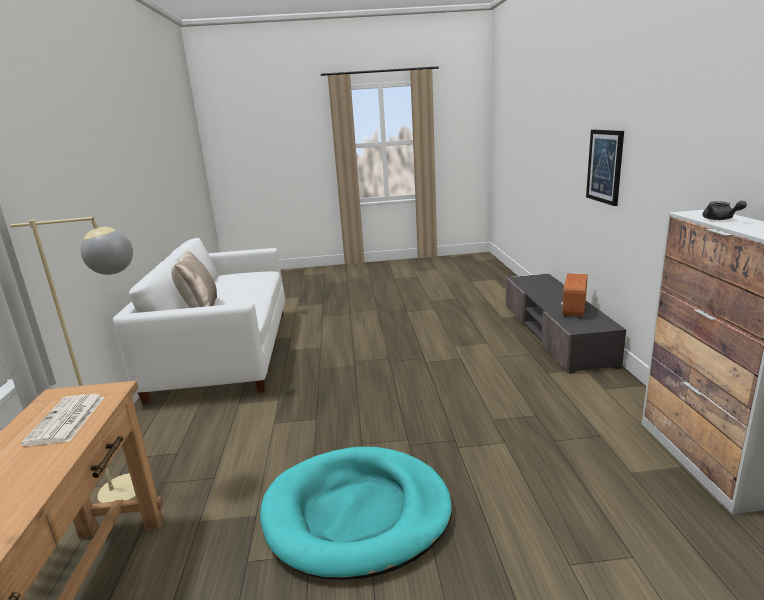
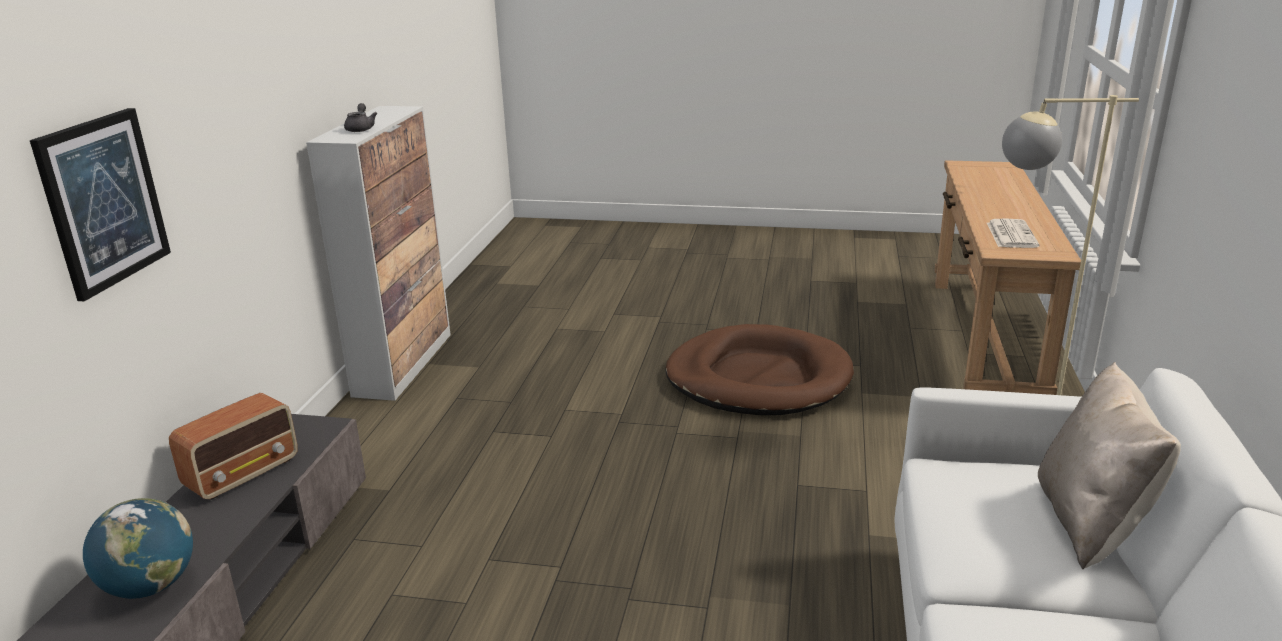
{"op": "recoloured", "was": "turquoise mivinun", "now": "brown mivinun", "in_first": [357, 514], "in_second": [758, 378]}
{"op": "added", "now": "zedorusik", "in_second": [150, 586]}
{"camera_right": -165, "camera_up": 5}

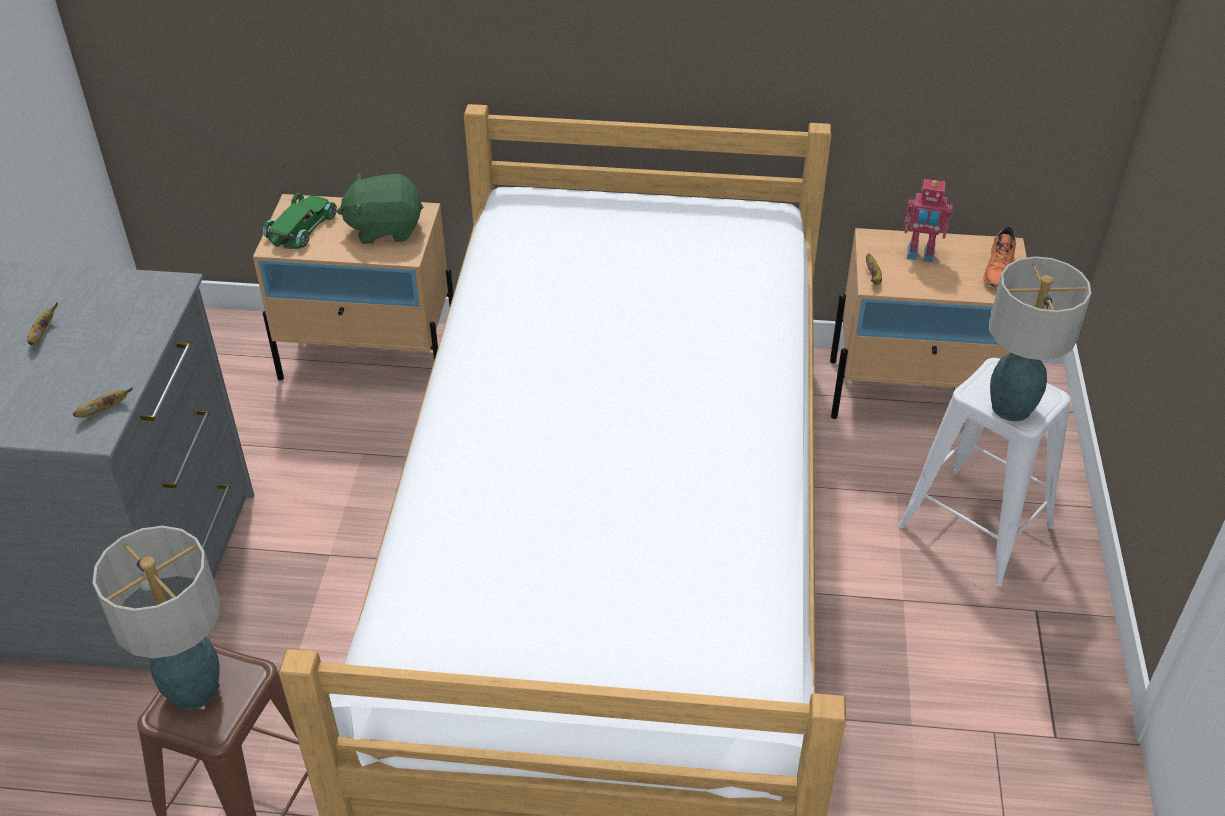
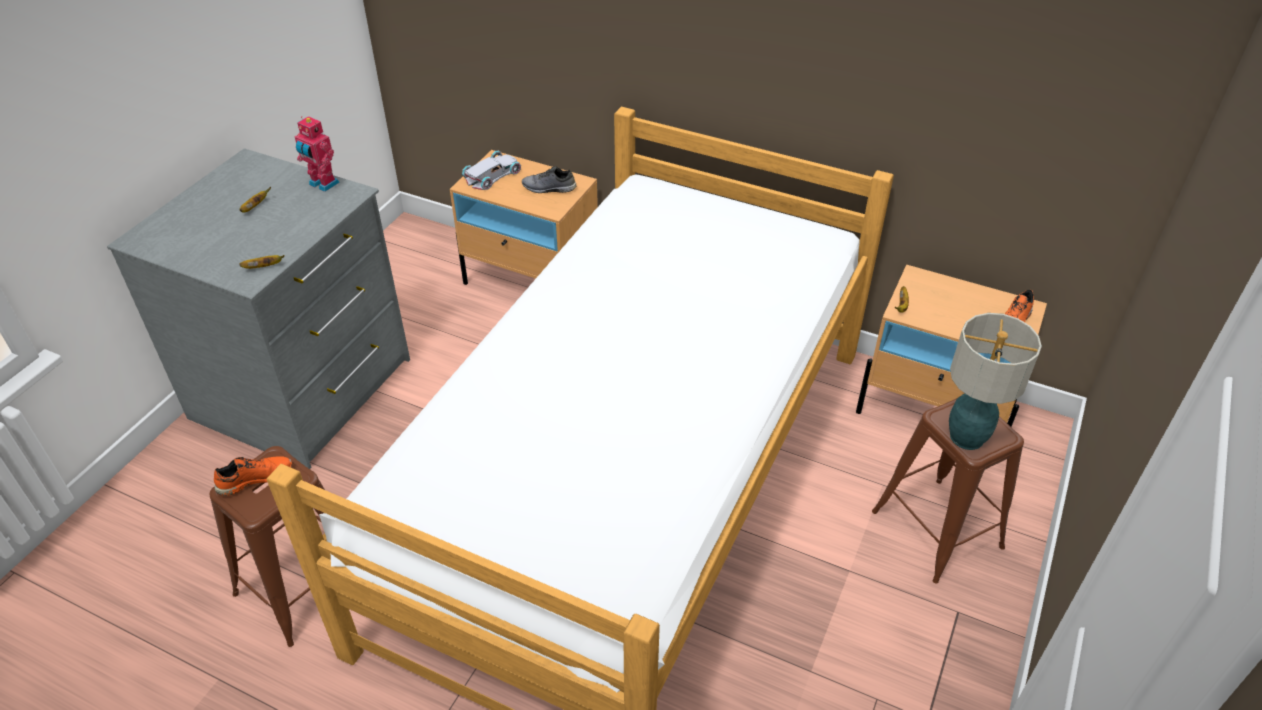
{"op": "replaced", "was": "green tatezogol", "now": "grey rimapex", "in_first": [385, 228], "in_second": [548, 188]}
{"op": "moved", "was": "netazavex", "in_first": [920, 255], "in_second": [322, 184]}
{"op": "recoloured", "was": "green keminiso", "now": "white keminiso", "in_first": [303, 226], "in_second": [493, 175]}
{"op": "recoloured", "was": "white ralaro", "now": "brown ralaro", "in_first": [974, 525], "in_second": [936, 528]}
{"op": "replaced", "was": "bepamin", "now": "orange rimapex", "in_first": [192, 690], "in_second": [255, 478]}
{"camera_right": 20, "camera_up": 0}

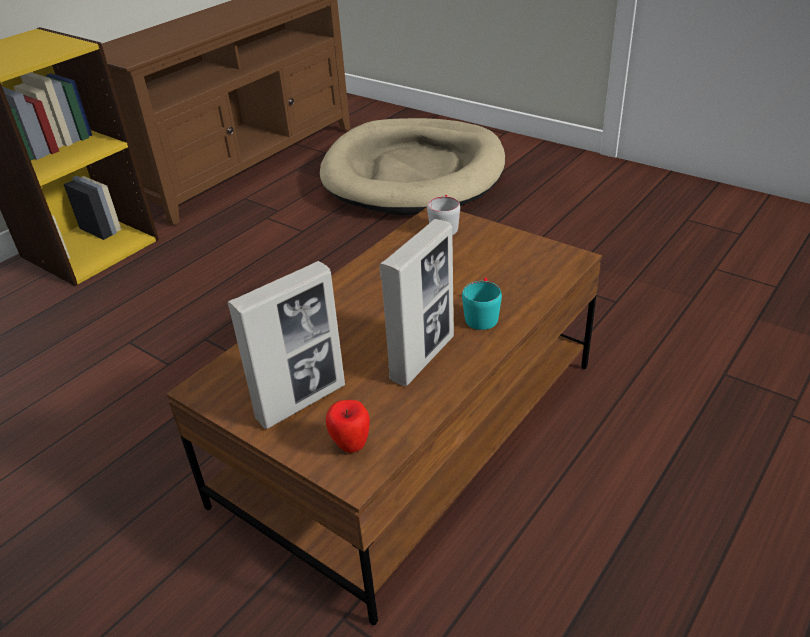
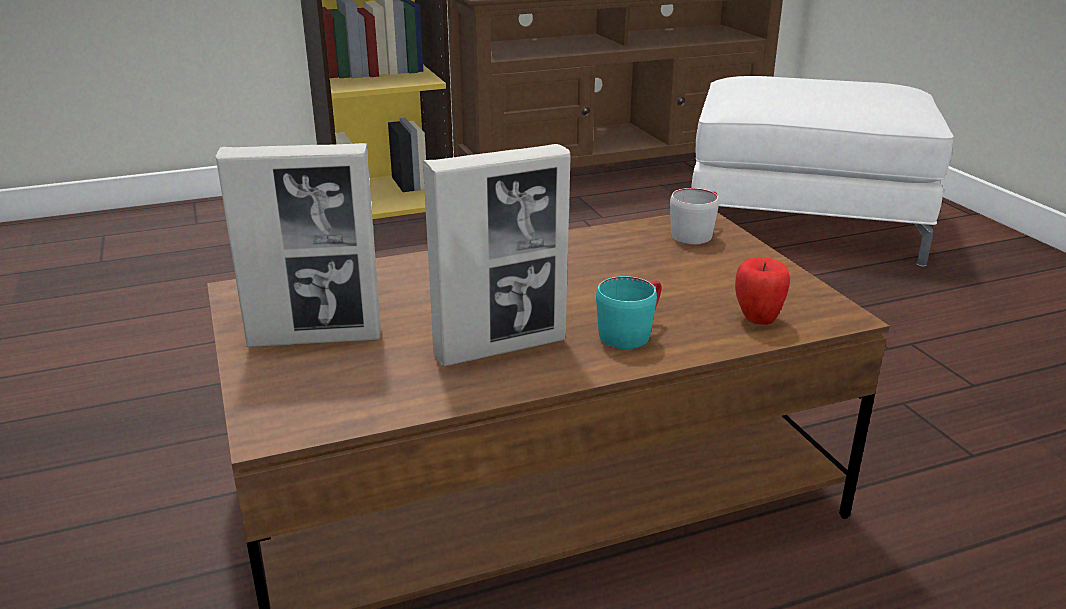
{"op": "replaced", "was": "beige mivinun", "now": "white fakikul", "in_first": [414, 173], "in_second": [803, 224]}
{"op": "moved", "was": "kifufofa", "in_first": [351, 446], "in_second": [757, 320]}
{"camera_right": 30, "camera_up": -10}

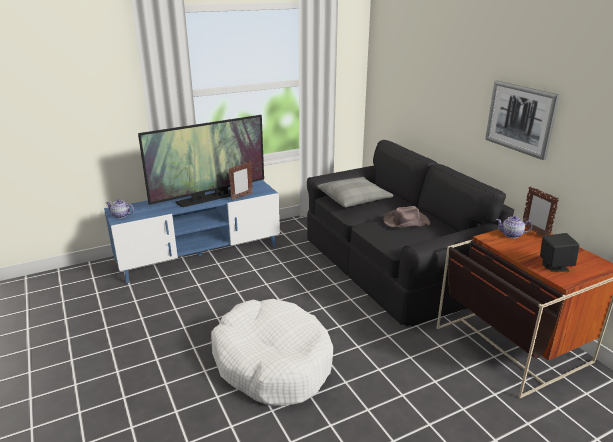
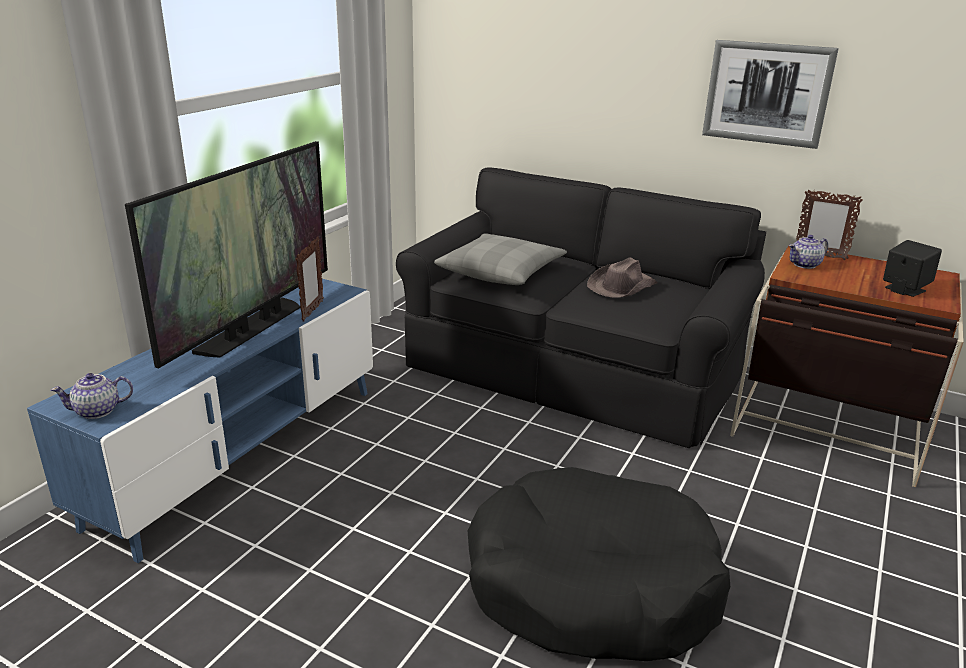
{"op": "recoloured", "was": "white mivinun", "now": "black mivinun", "in_first": [272, 362], "in_second": [591, 585]}
{"camera_right": -35, "camera_up": 0}

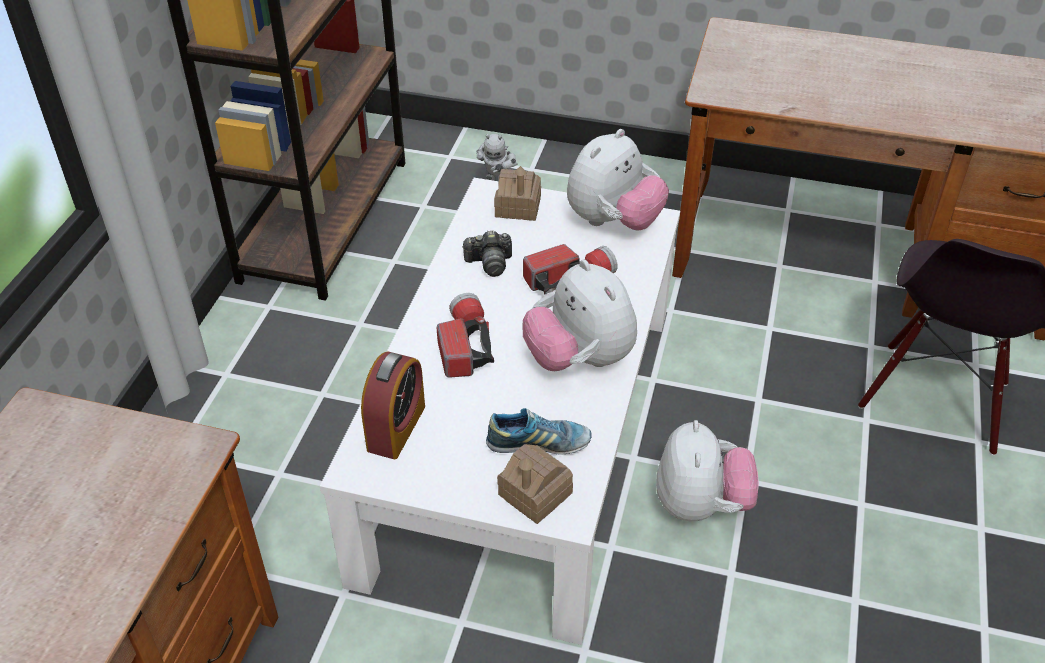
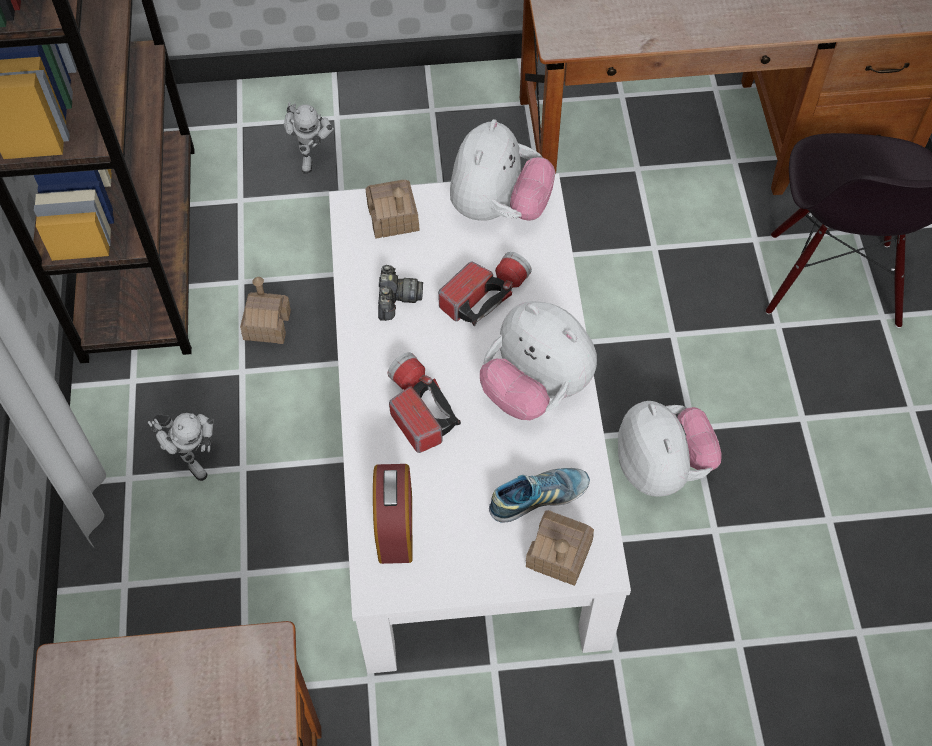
{"op": "turned", "was": "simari", "in_first": [489, 263], "in_second": [396, 299], "clockwise": -60}
{"op": "added", "now": "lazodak", "in_second": [267, 325]}
{"op": "added", "now": "netazavex", "in_second": [191, 456]}
{"camera_right": -20, "camera_up": 15}

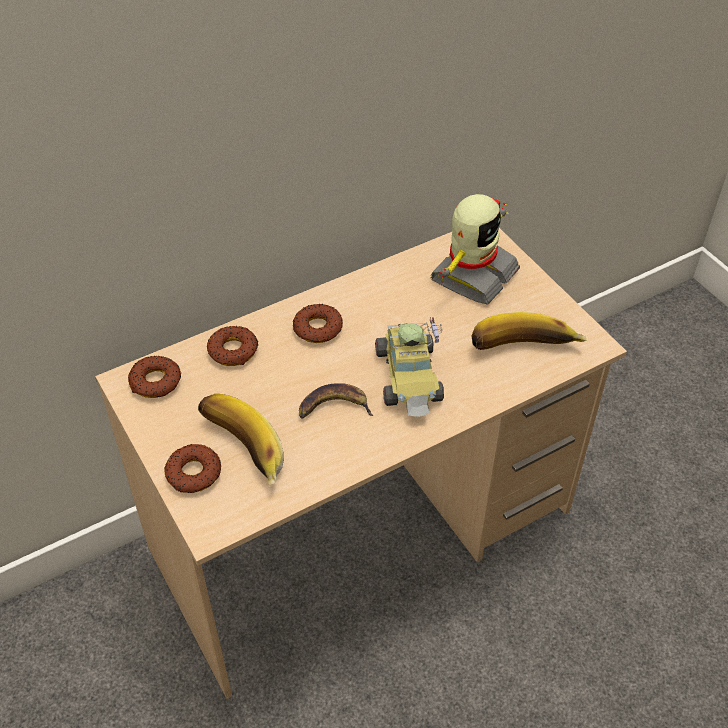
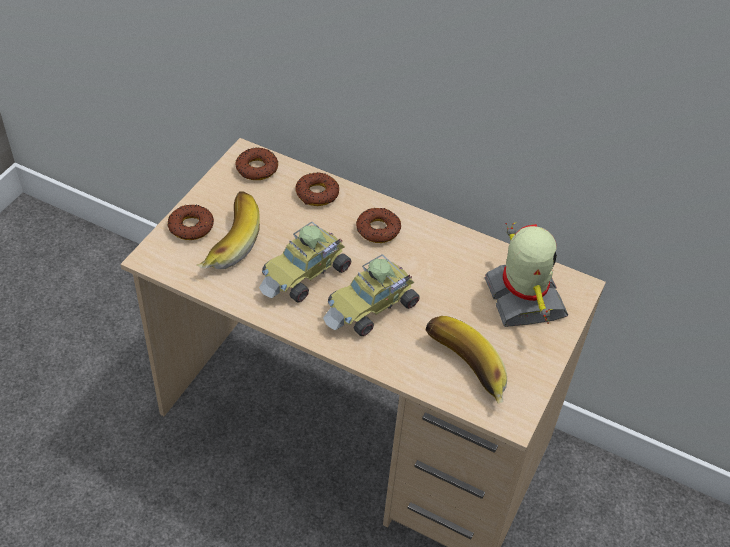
{"op": "turned", "was": "netazavex", "in_first": [472, 275], "in_second": [522, 299], "clockwise": -105}
{"op": "replaced", "was": "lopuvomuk", "now": "keminiso", "in_first": [333, 407], "in_second": [306, 274]}
{"camera_right": 55, "camera_up": 0}

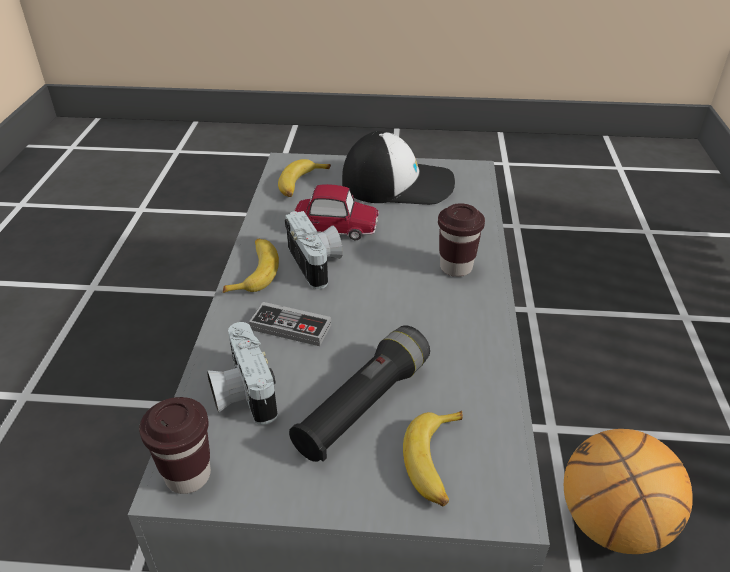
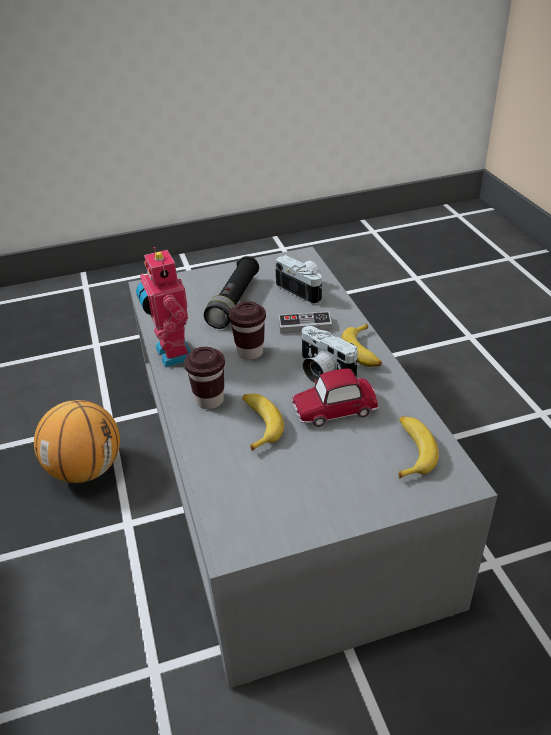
{"op": "removed", "was": "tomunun", "in_first": [398, 183]}
{"op": "moved", "was": "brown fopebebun", "in_first": [188, 475], "in_second": [250, 352]}
{"op": "moved", "was": "lopuvomuk", "in_first": [436, 463], "in_second": [258, 424]}
{"op": "added", "now": "netazavex", "in_second": [172, 354]}
{"camera_right": 160, "camera_up": 0}

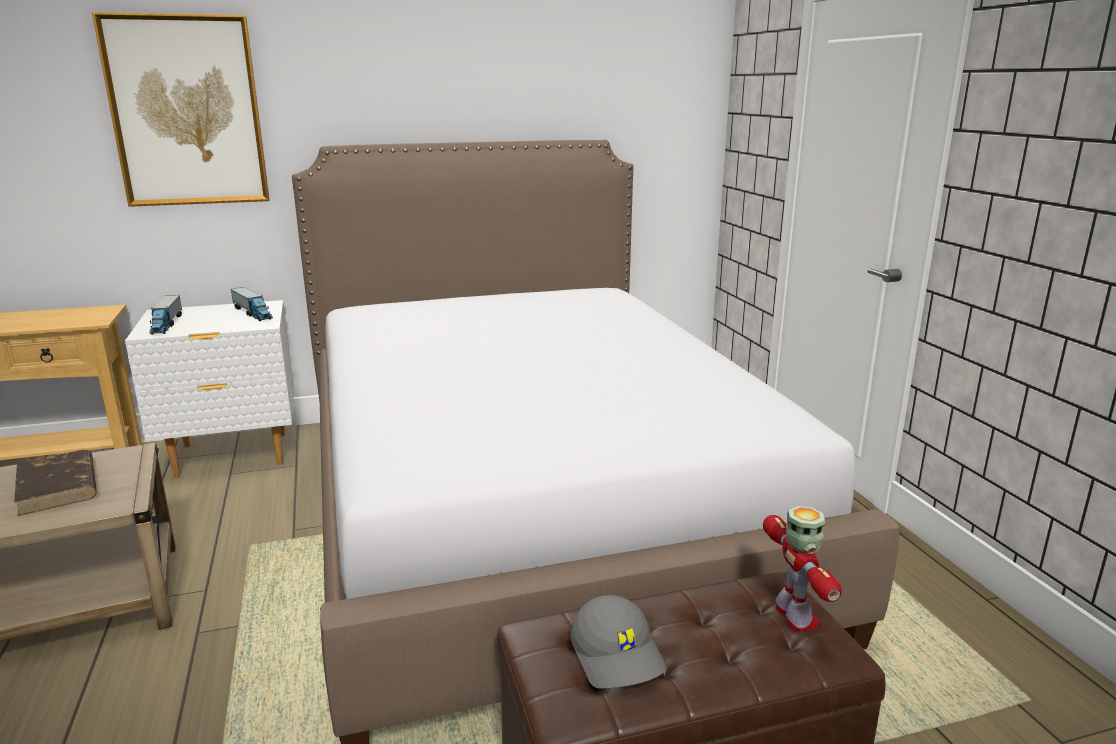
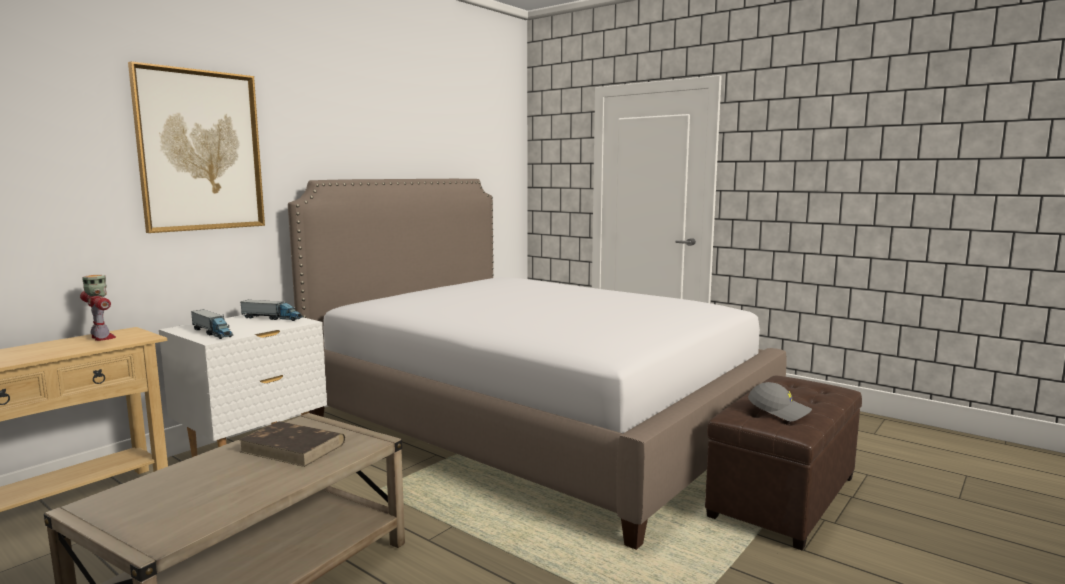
{"op": "moved", "was": "netazavex", "in_first": [795, 617], "in_second": [102, 338]}
{"camera_right": -35, "camera_up": -10}

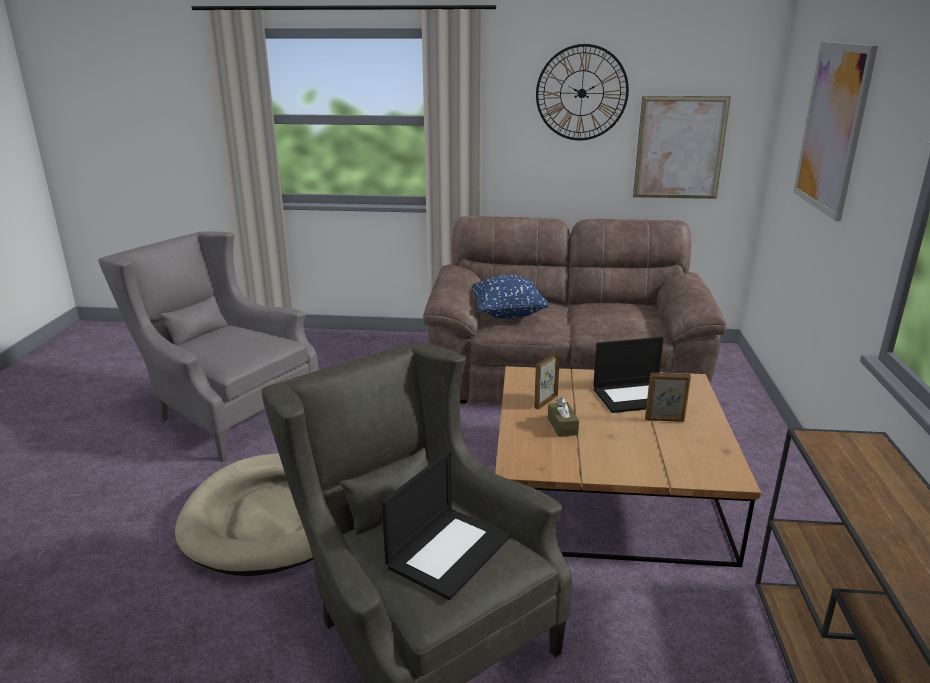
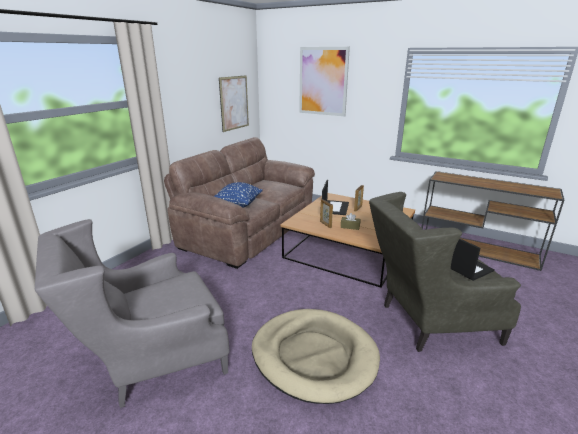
{"op": "removed", "was": "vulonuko", "in_first": [581, 93]}
{"camera_right": -65, "camera_up": 0}

